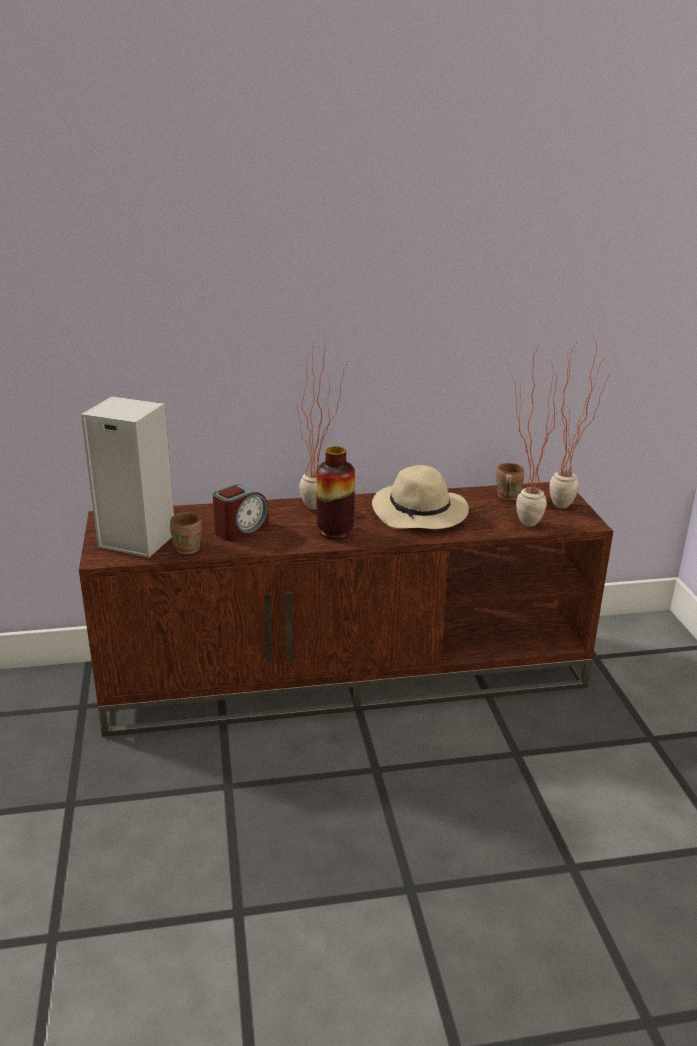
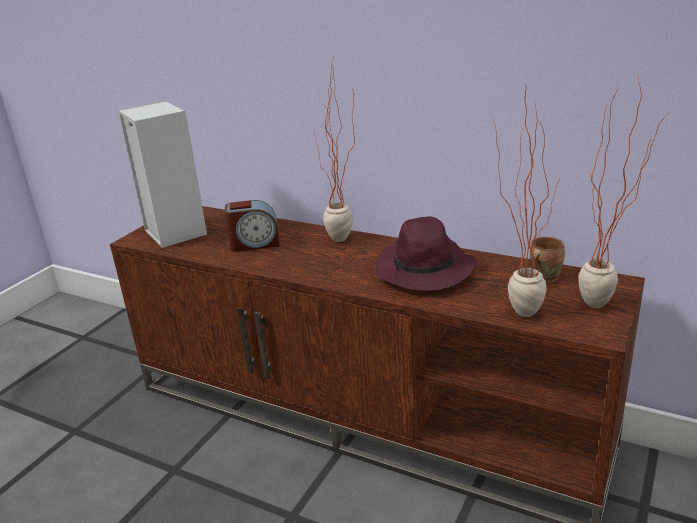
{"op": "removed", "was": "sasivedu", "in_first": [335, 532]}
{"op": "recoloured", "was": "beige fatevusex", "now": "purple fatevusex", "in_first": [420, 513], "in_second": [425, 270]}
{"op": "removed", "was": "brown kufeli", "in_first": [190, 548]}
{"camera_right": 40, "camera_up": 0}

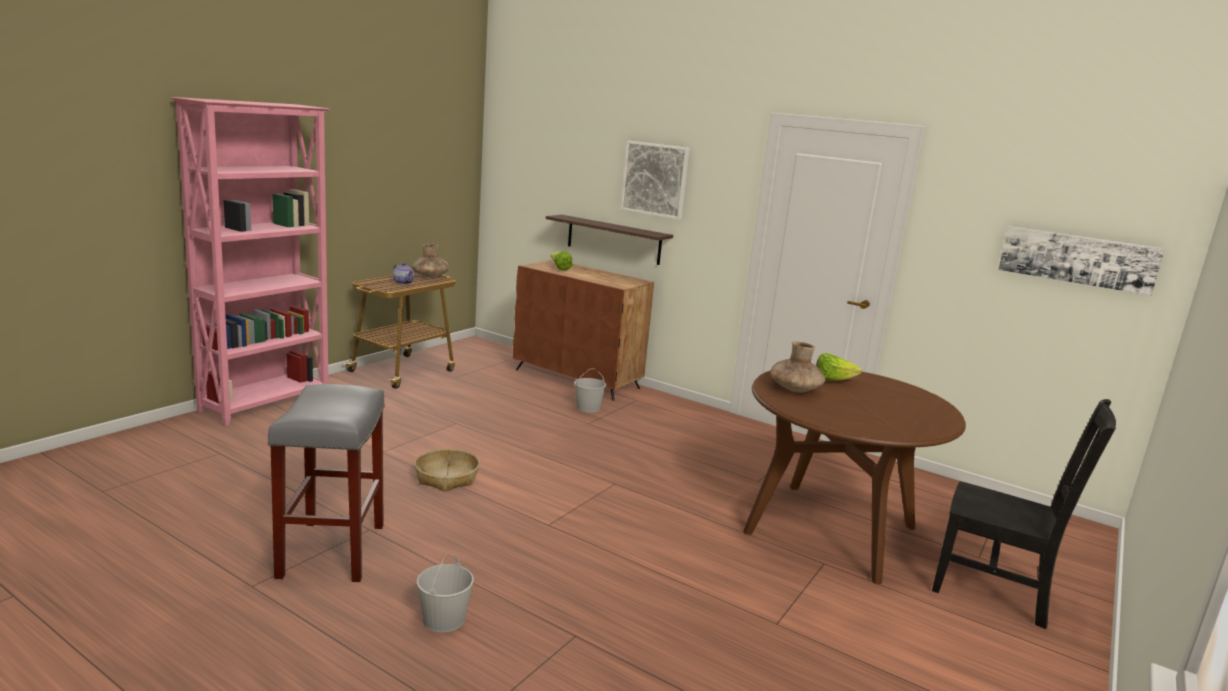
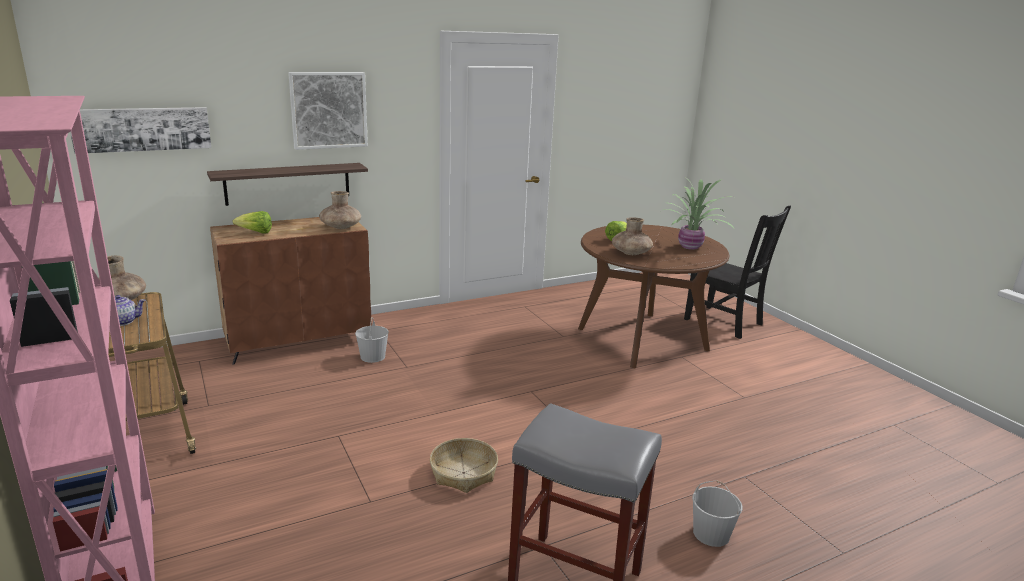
{"op": "moved", "was": "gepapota", "in_first": [1077, 259], "in_second": [142, 129]}
{"op": "turned", "was": "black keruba", "in_first": [995, 591], "in_second": [725, 322], "clockwise": 75}
{"op": "added", "now": "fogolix", "in_second": [690, 247]}
{"op": "added", "now": "brown sasivedu", "in_second": [340, 227]}
{"camera_right": -60, "camera_up": 5}

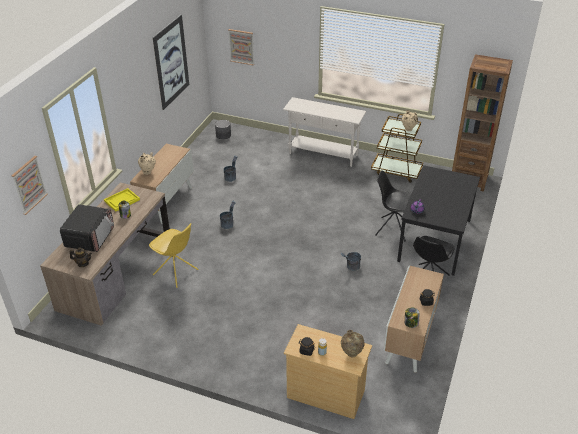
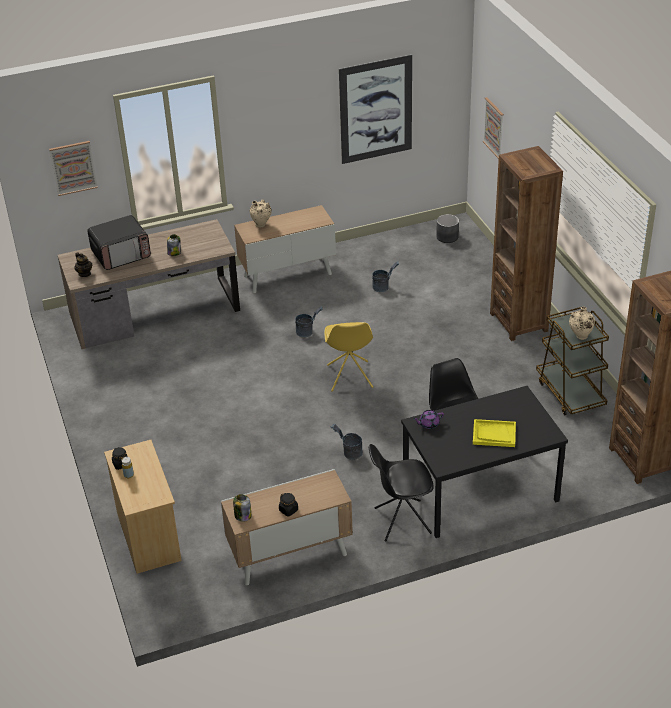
{"op": "replaced", "was": "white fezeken", "now": "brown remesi", "in_first": [323, 154], "in_second": [519, 322]}
{"op": "moved", "was": "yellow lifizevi", "in_first": [122, 200], "in_second": [494, 434]}
{"op": "moved", "was": "yellow keruba", "in_first": [176, 272], "in_second": [349, 377]}
{"op": "removed", "was": "beige sasivedu", "in_first": [351, 355]}
{"camera_right": 50, "camera_up": 0}

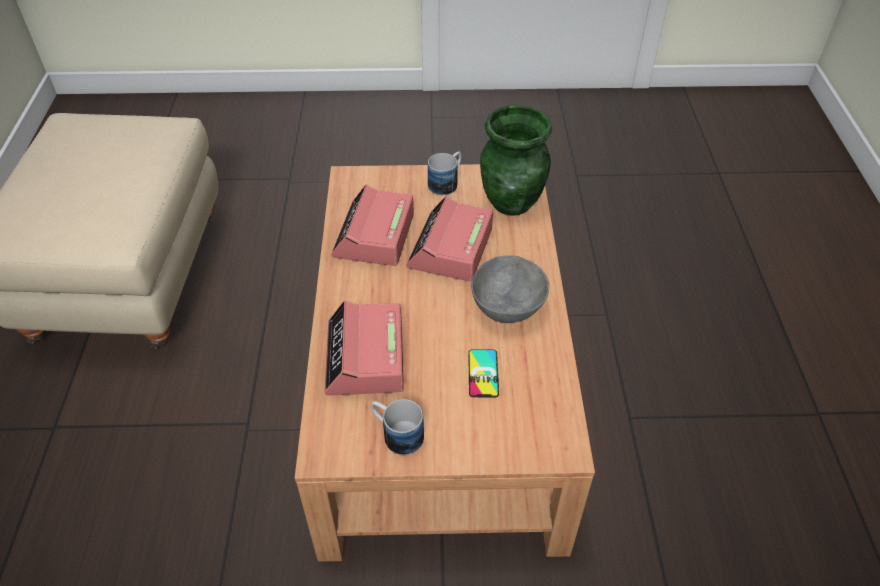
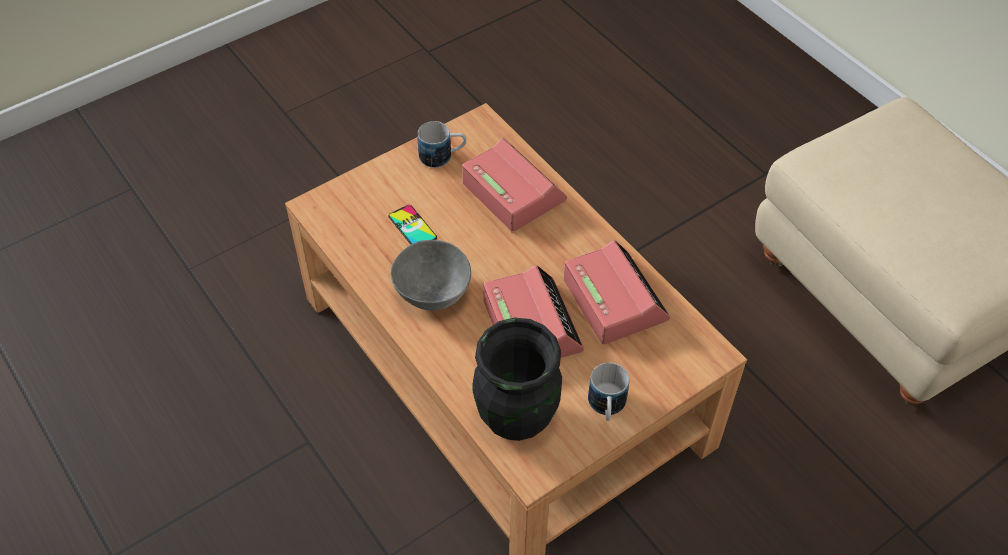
{"op": "recoloured", "was": "green sasivedu", "now": "black sasivedu", "in_first": [512, 203], "in_second": [515, 419]}
{"camera_right": 145, "camera_up": 5}

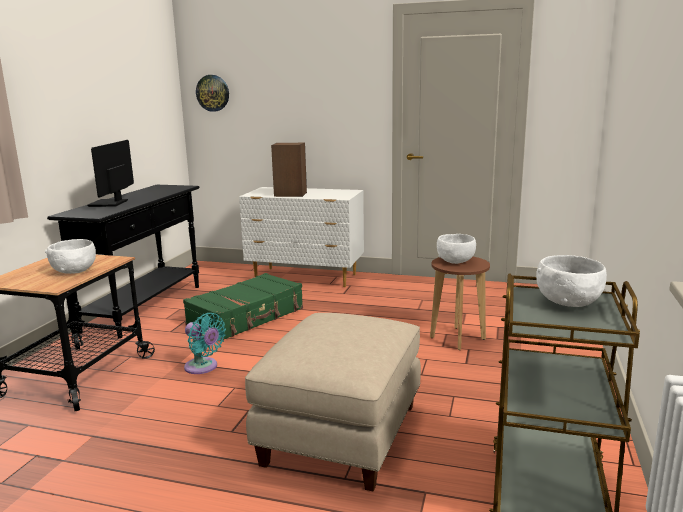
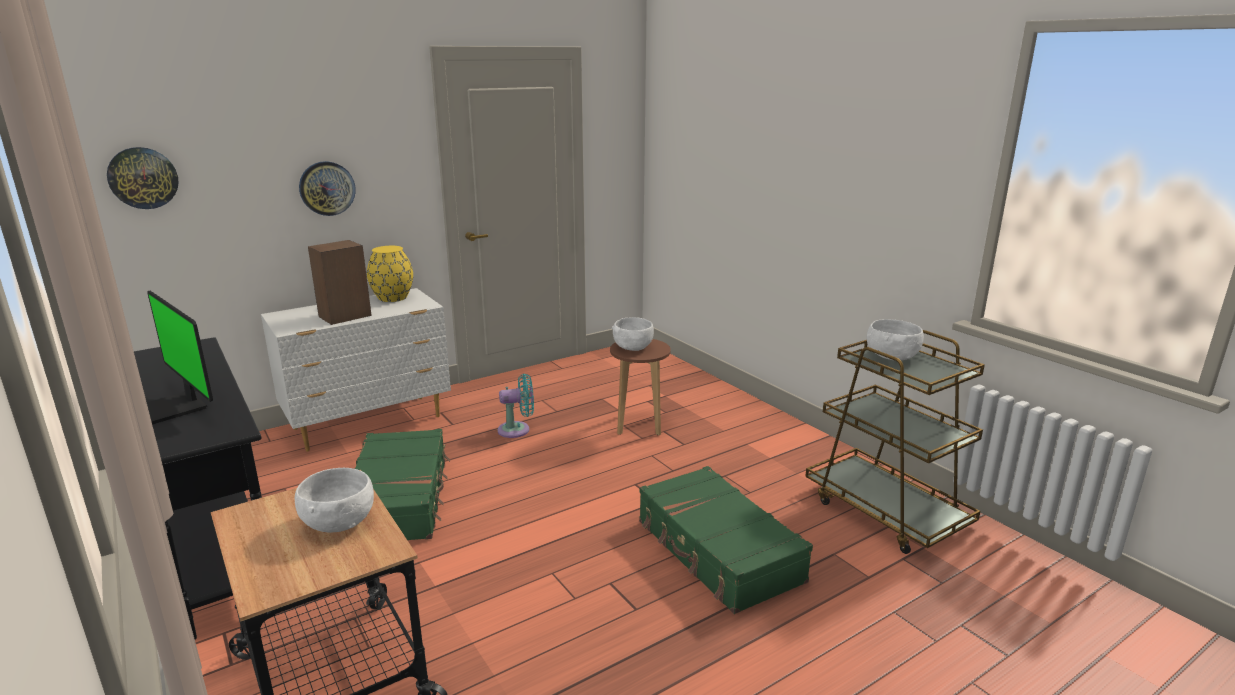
{"op": "moved", "was": "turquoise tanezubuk", "in_first": [203, 367], "in_second": [517, 430]}
{"op": "replaced", "was": "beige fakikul", "now": "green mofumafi", "in_first": [343, 435], "in_second": [717, 552]}
{"op": "added", "now": "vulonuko", "in_second": [327, 188]}
{"op": "added", "now": "yellow sasivedu", "in_second": [393, 298]}
{"camera_right": -50, "camera_up": 5}

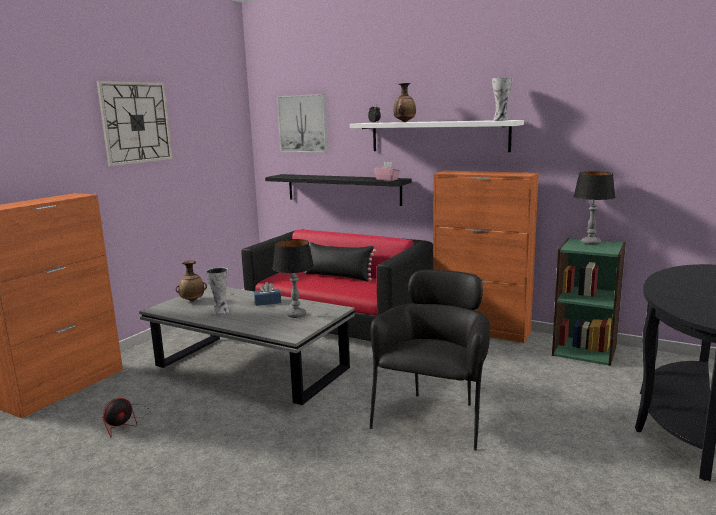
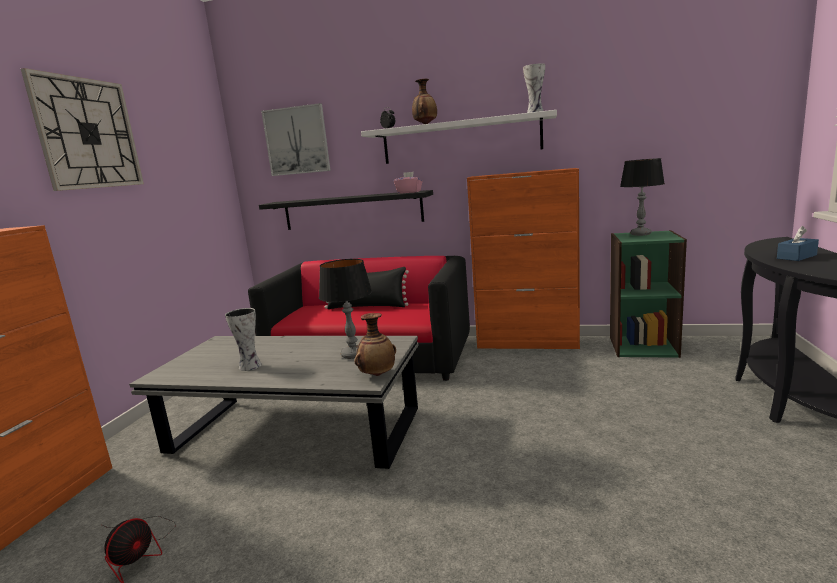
{"op": "moved", "was": "sasivedu", "in_first": [192, 300], "in_second": [377, 375]}
{"op": "removed", "was": "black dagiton", "in_first": [434, 416]}
{"op": "moved", "was": "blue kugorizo", "in_first": [267, 302], "in_second": [796, 257]}
{"camera_right": -15, "camera_up": 0}

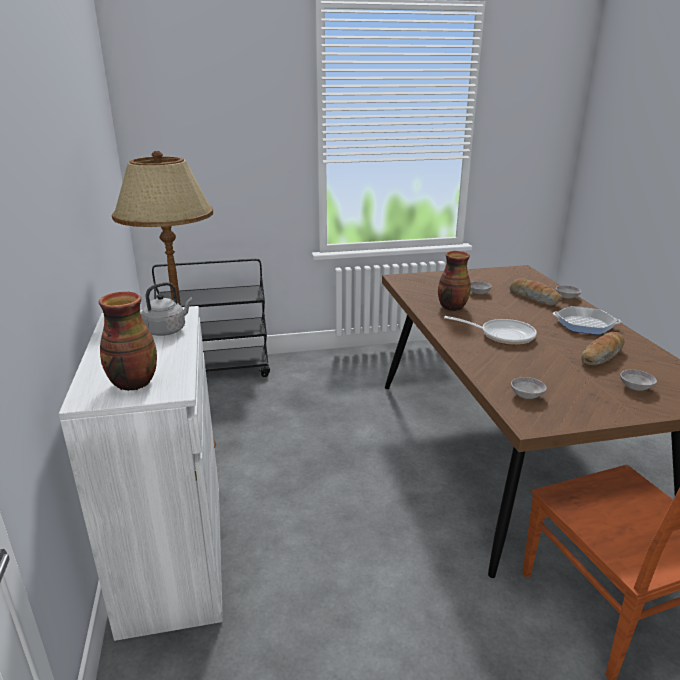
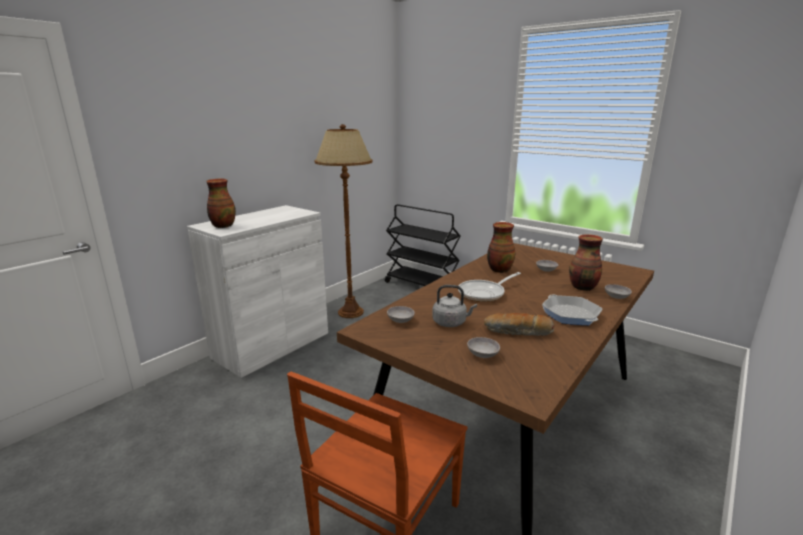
{"op": "replaced", "was": "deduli", "now": "sasivedu", "in_first": [535, 298], "in_second": [583, 287]}
{"op": "moved", "was": "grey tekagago", "in_first": [167, 330], "in_second": [451, 323]}
{"op": "turned", "was": "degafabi", "in_first": [502, 335], "in_second": [484, 293], "clockwise": 75}
{"camera_right": 50, "camera_up": -5}

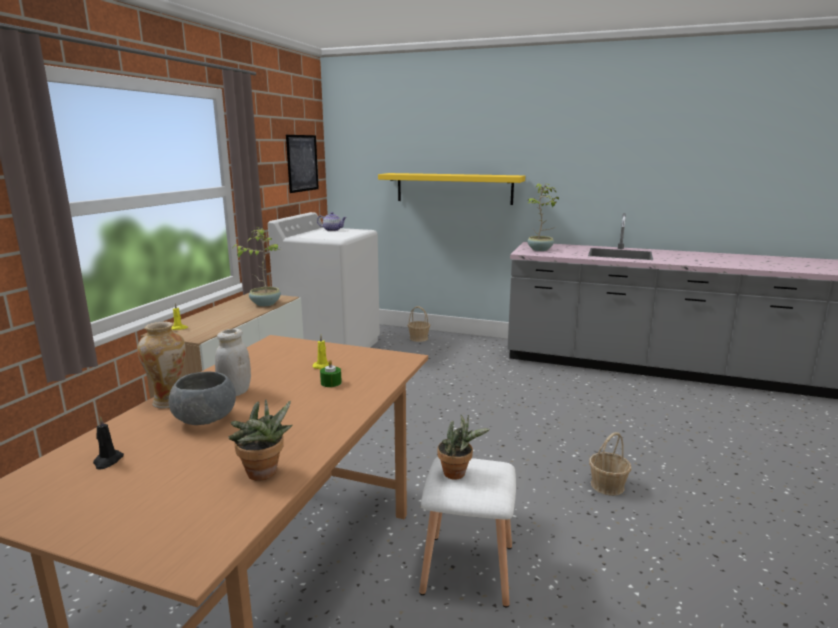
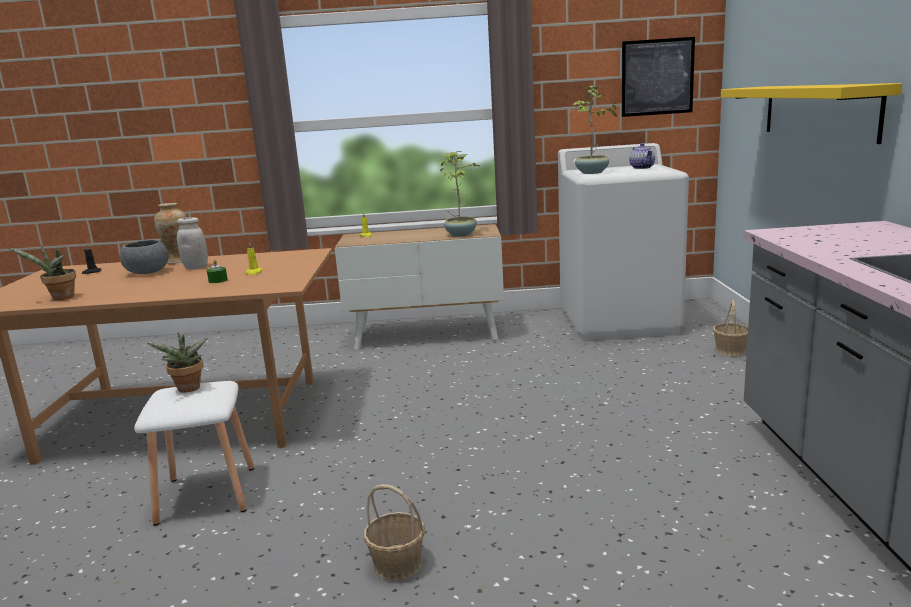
{"op": "moved", "was": "fogolix", "in_first": [540, 250], "in_second": [592, 173]}
{"camera_right": 70, "camera_up": 0}

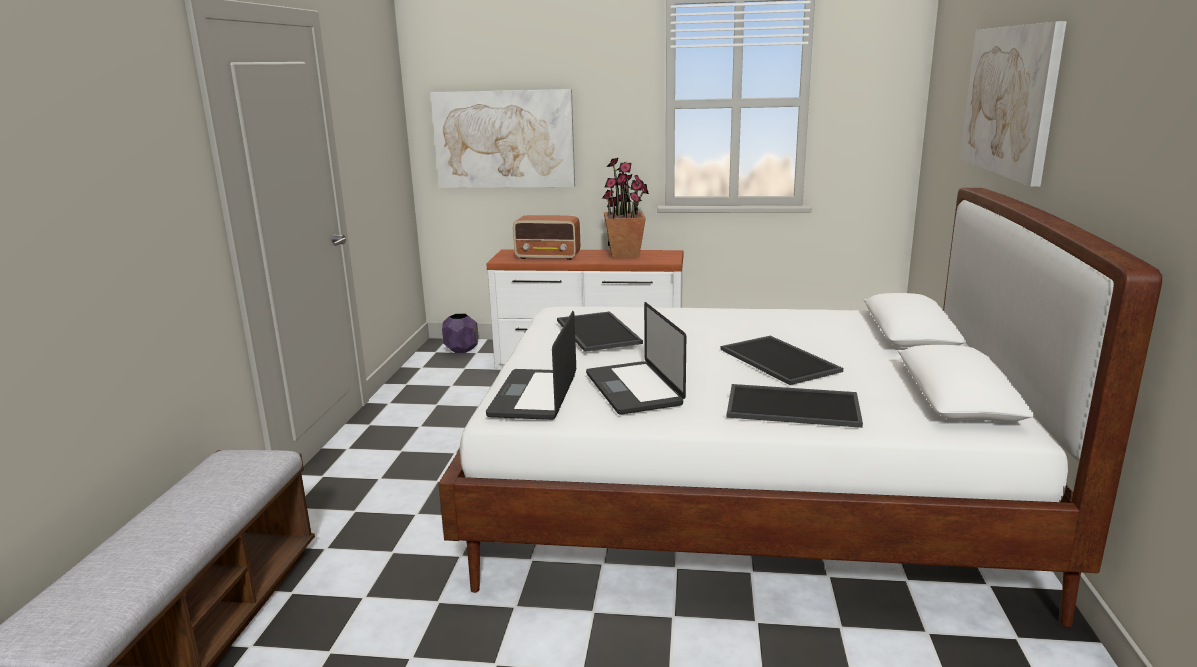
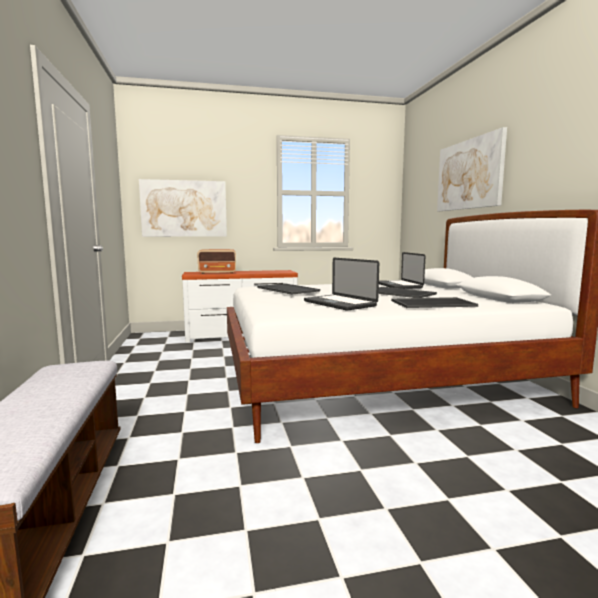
{"op": "removed", "was": "fogolix", "in_first": [625, 254]}
{"op": "moved", "was": "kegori", "in_first": [534, 396], "in_second": [398, 285]}
{"op": "removed", "was": "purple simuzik", "in_first": [462, 349]}
{"camera_right": -20, "camera_up": -10}

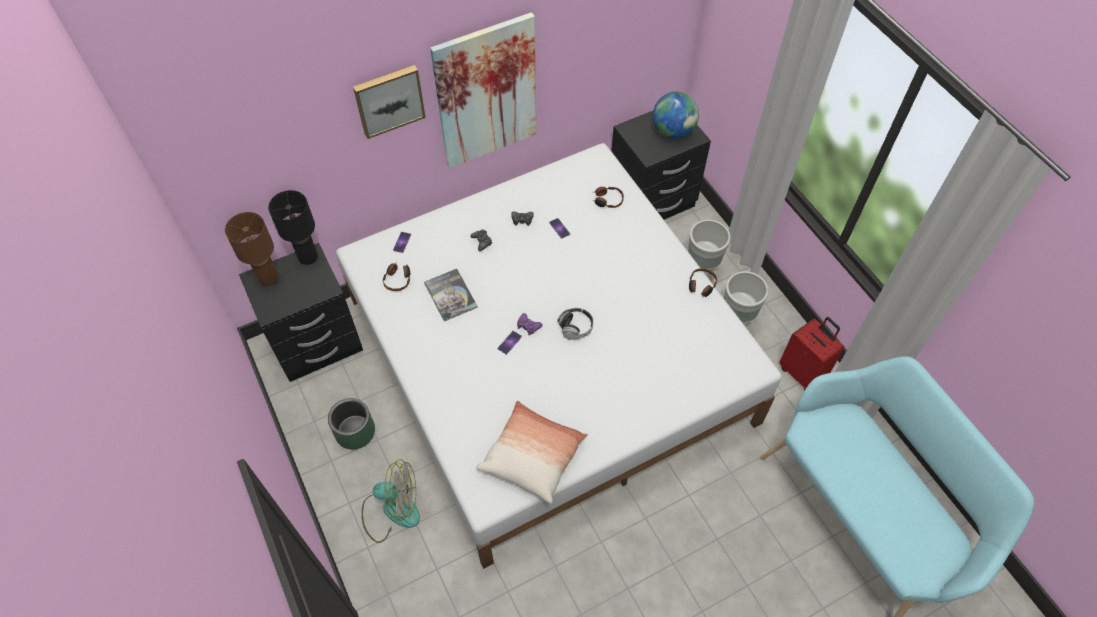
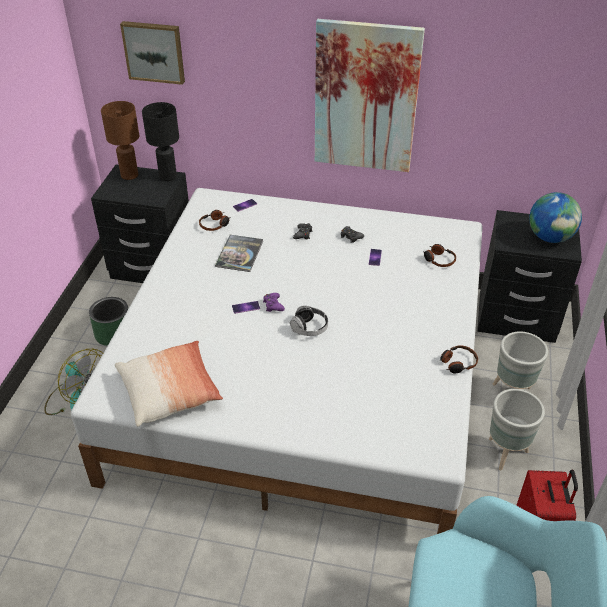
{"op": "moved", "was": "gepapota", "in_first": [389, 100], "in_second": [154, 51]}
{"camera_right": 40, "camera_up": -15}

